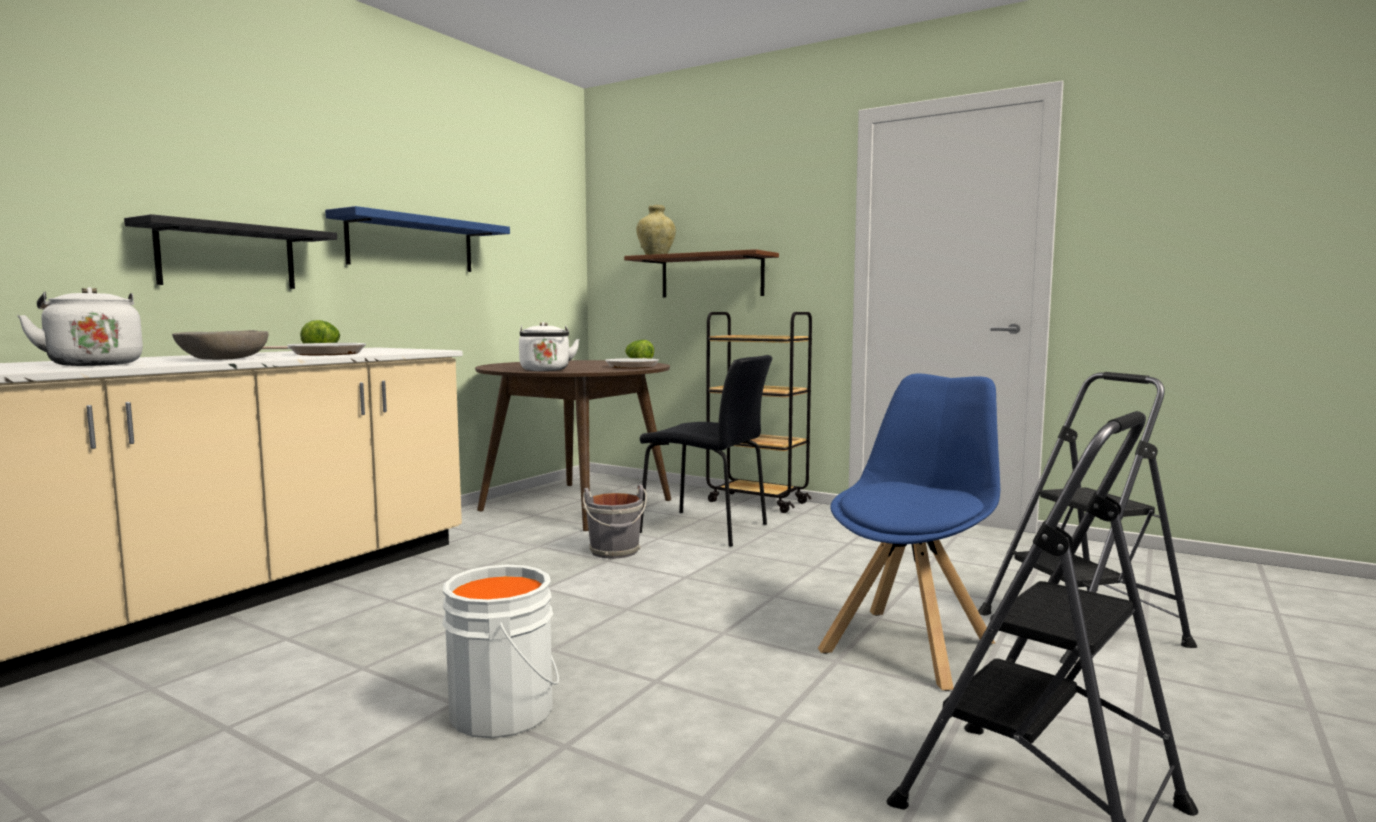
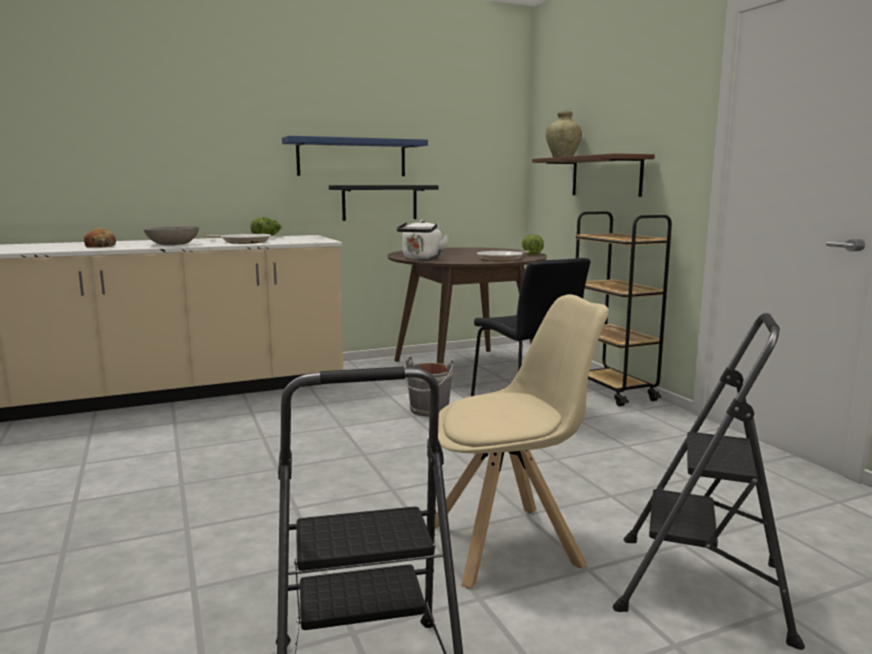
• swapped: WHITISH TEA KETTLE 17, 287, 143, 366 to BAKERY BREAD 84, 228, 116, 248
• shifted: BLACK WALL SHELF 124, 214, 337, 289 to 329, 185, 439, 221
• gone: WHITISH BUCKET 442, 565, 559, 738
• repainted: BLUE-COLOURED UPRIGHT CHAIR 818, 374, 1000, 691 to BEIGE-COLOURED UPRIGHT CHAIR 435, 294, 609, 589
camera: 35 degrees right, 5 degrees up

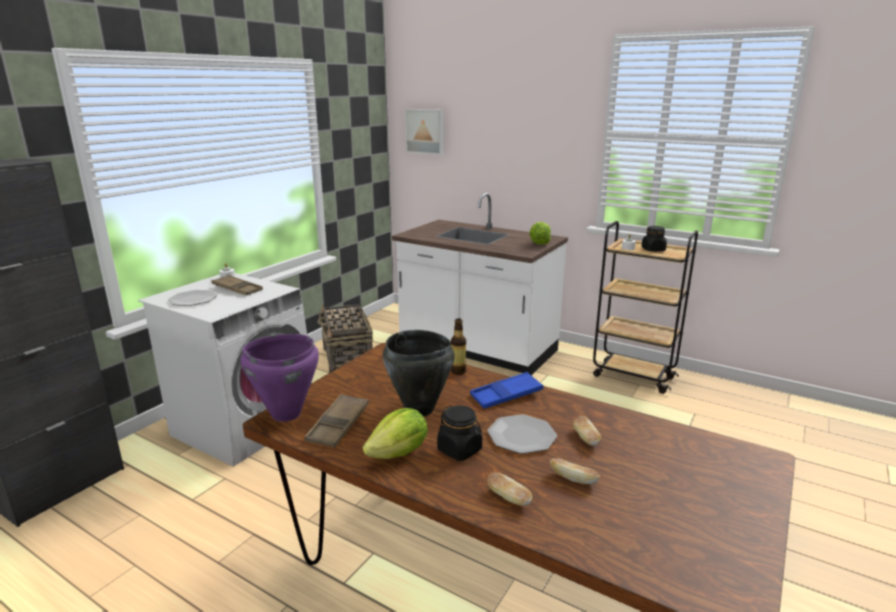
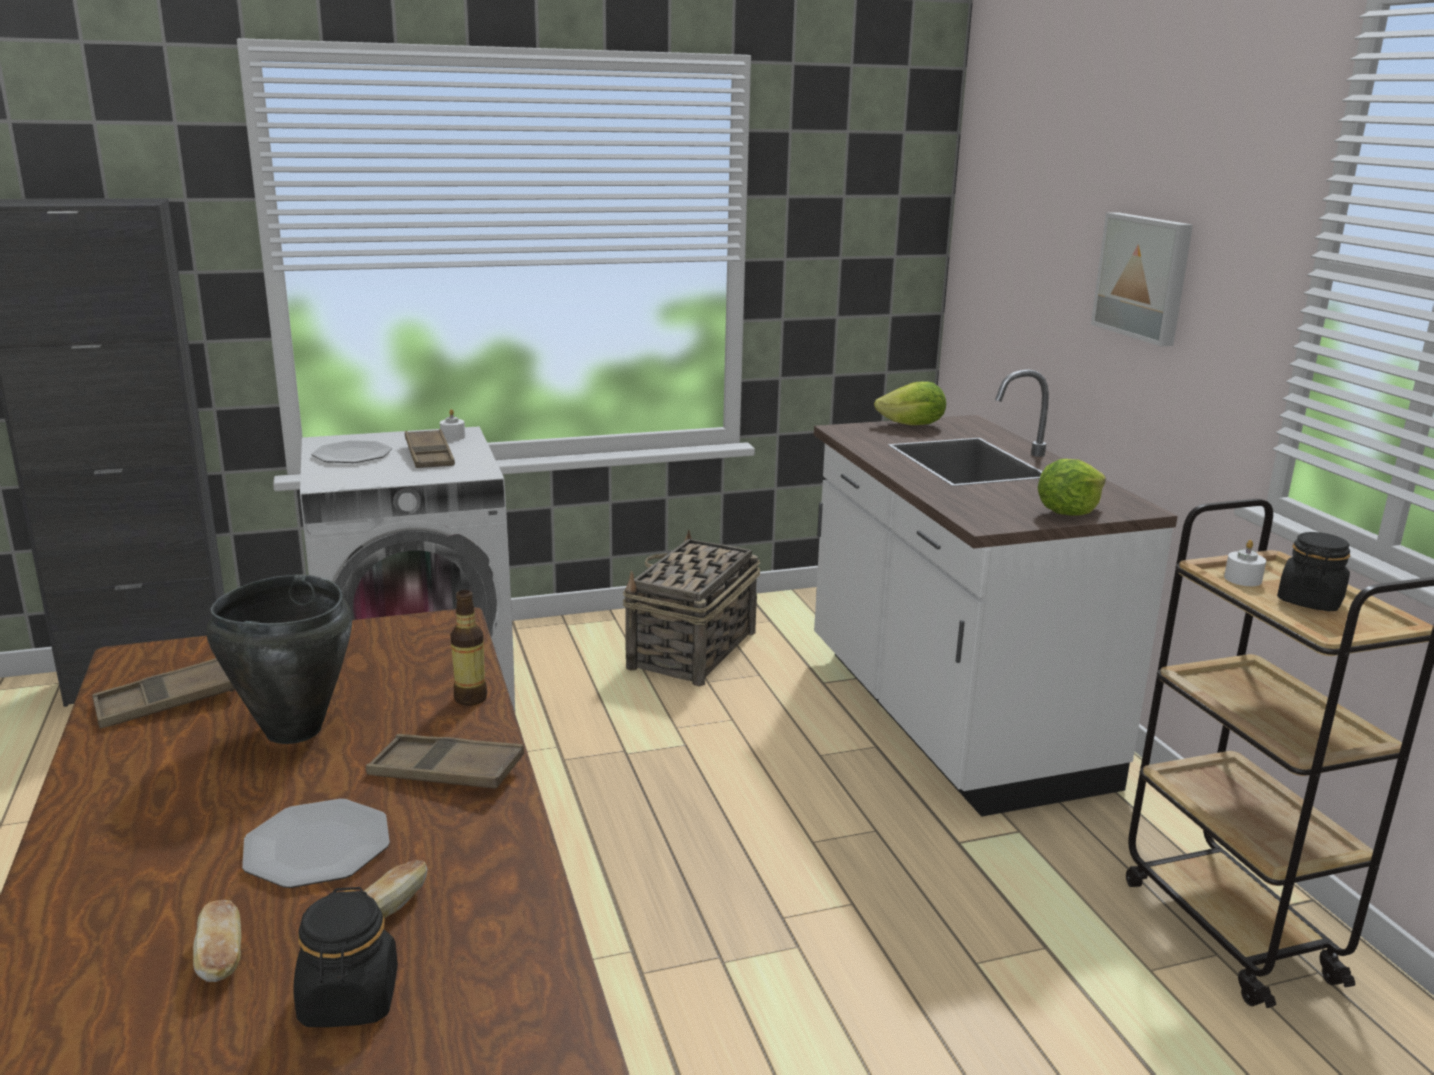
• gone: PURPLISH SAUCEPOT 241, 334, 319, 422
• shifted: LETTUCE 363, 408, 428, 459 to 874, 381, 946, 425
• shifted: WALL ART 405, 109, 444, 155 to 1091, 212, 1193, 346
• shifted: BLACK JAR 437, 405, 482, 461 to 293, 887, 398, 1027
• repainted: BLUE-COLOURED TRAY 470, 372, 543, 409 to BROWNISH TRAY 366, 734, 525, 789
• gone: BAKERY BREAD 488, 473, 532, 506
camera: 40 degrees right, 0 degrees up

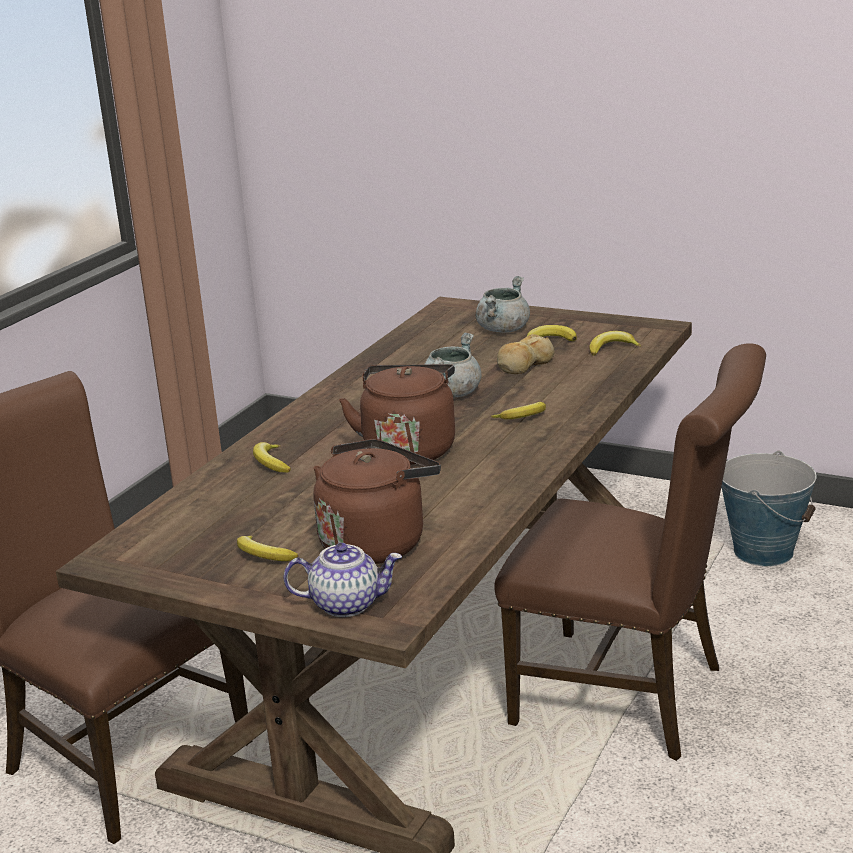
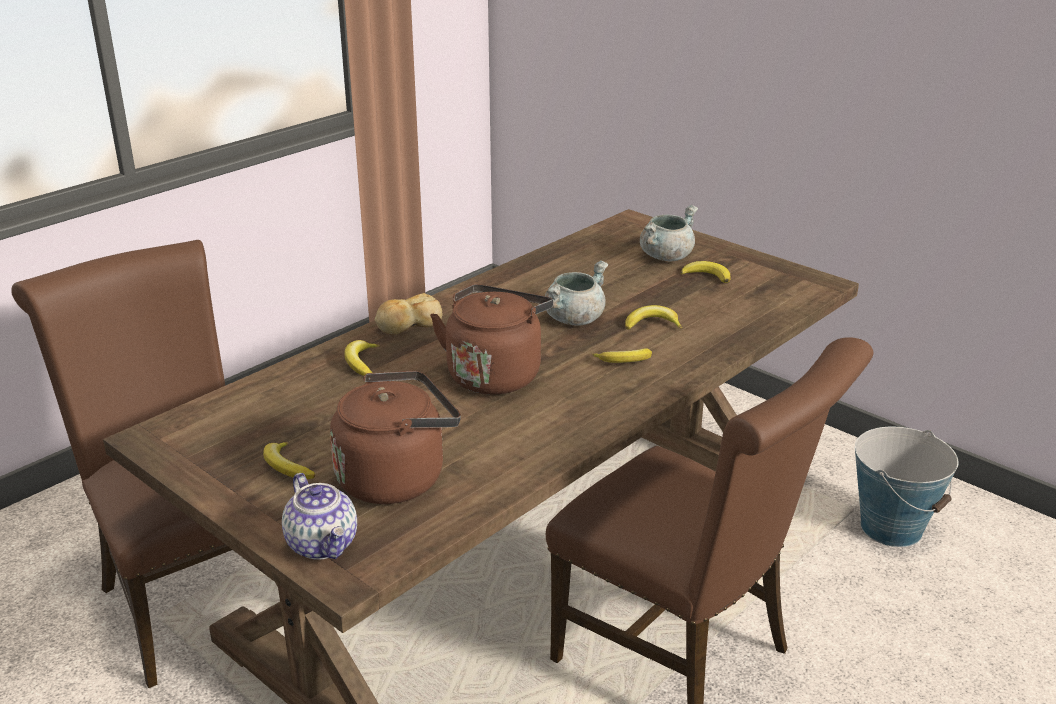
• rotated: POT FOR TEA 283, 543, 402, 617 = 282, 473, 357, 560 45 degrees clockwise
• shifted: BAKERY BREAD 497, 334, 554, 374 to 375, 293, 442, 335
• shifted: BANANA FRUIT 589, 331, 641, 355 to 625, 305, 682, 330
camera: 15 degrees right, 5 degrees up

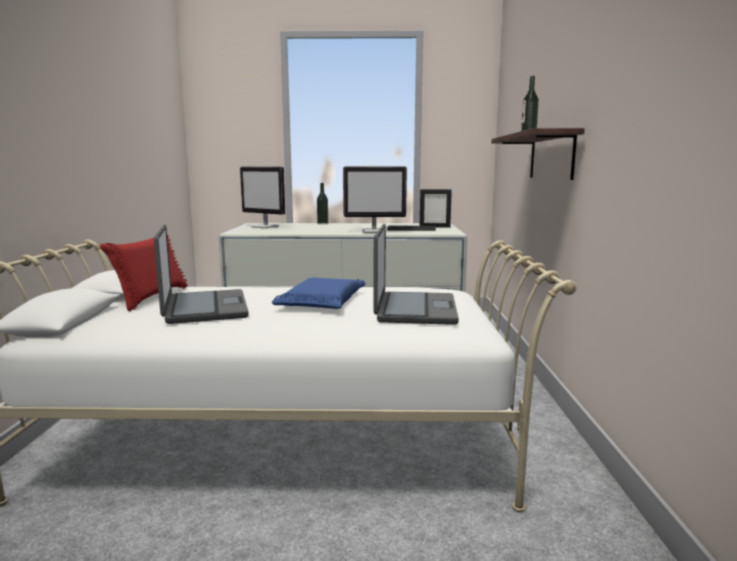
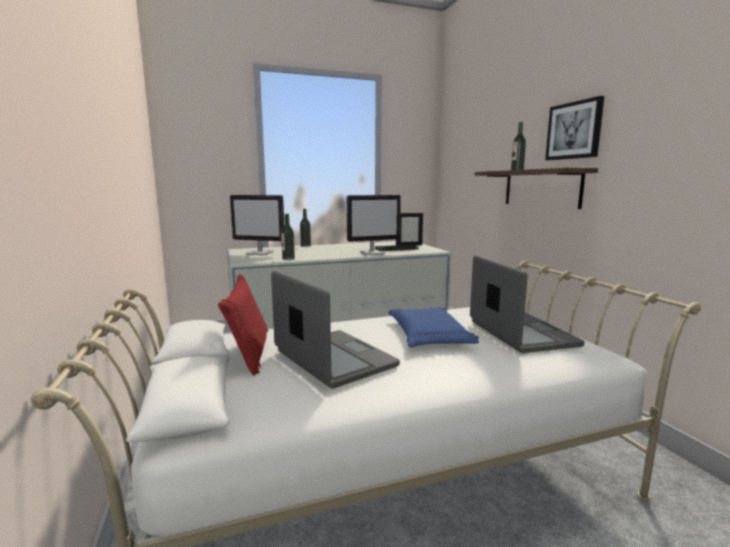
• new: DRINK BOTTLE 281, 214, 295, 260
• new: WALL ART 545, 96, 604, 160
camera: 20 degrees left, 0 degrees up

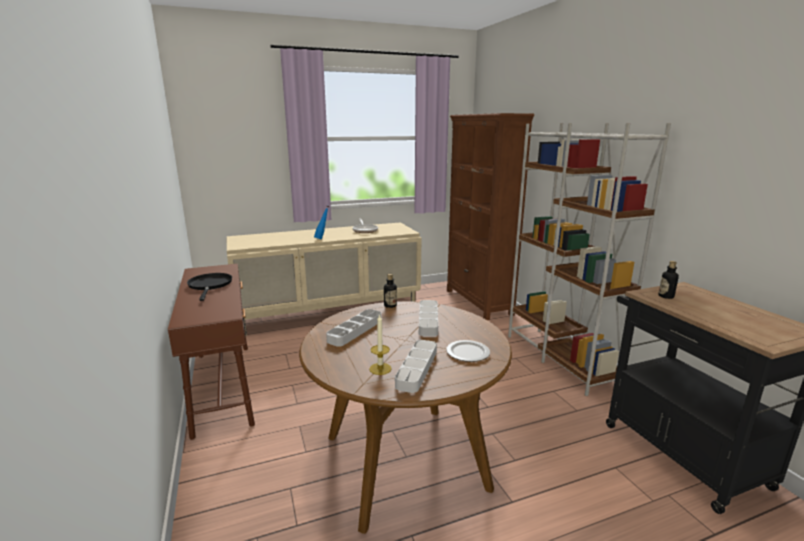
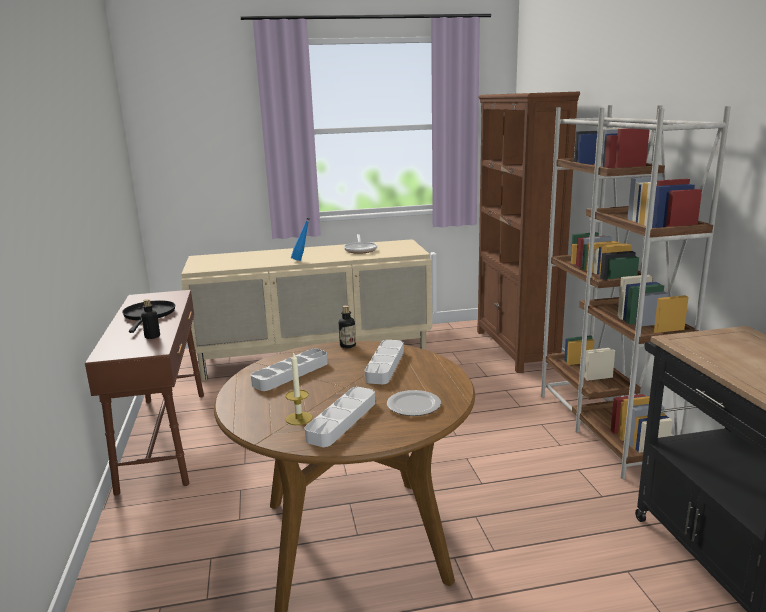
• shifted: DRINK BOTTLE 658, 261, 679, 299 to 141, 299, 160, 339
camera: 10 degrees right, 0 degrees up

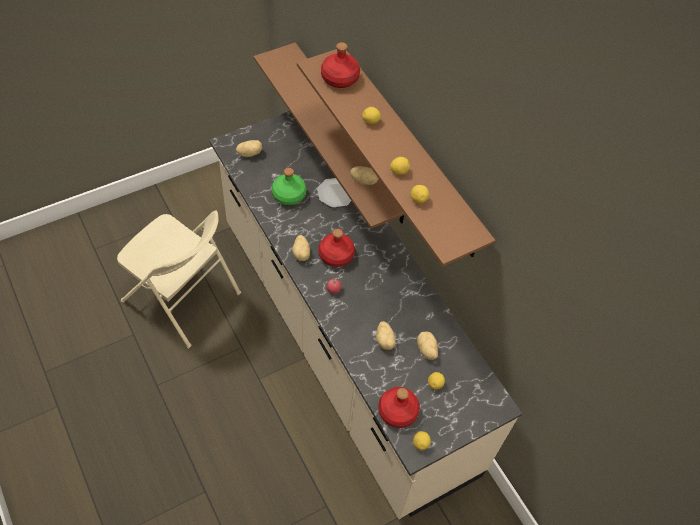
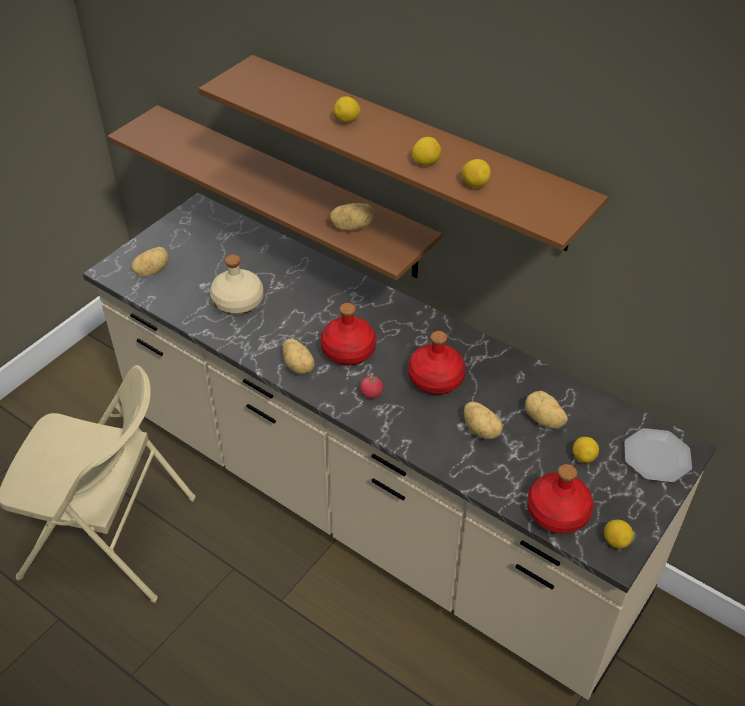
• repainted: GREEN-COLOURED DRINK BOTTLE 272, 168, 307, 205 to BEIGE-COLOURED DRINK BOTTLE 210, 255, 264, 315
• shifted: PLATE 317, 178, 351, 208 to 624, 428, 692, 482
• shifted: REDDISH DRINK BOTTLE 321, 42, 360, 88 to 408, 331, 466, 395
camera: 20 degrees left, 10 degrees down

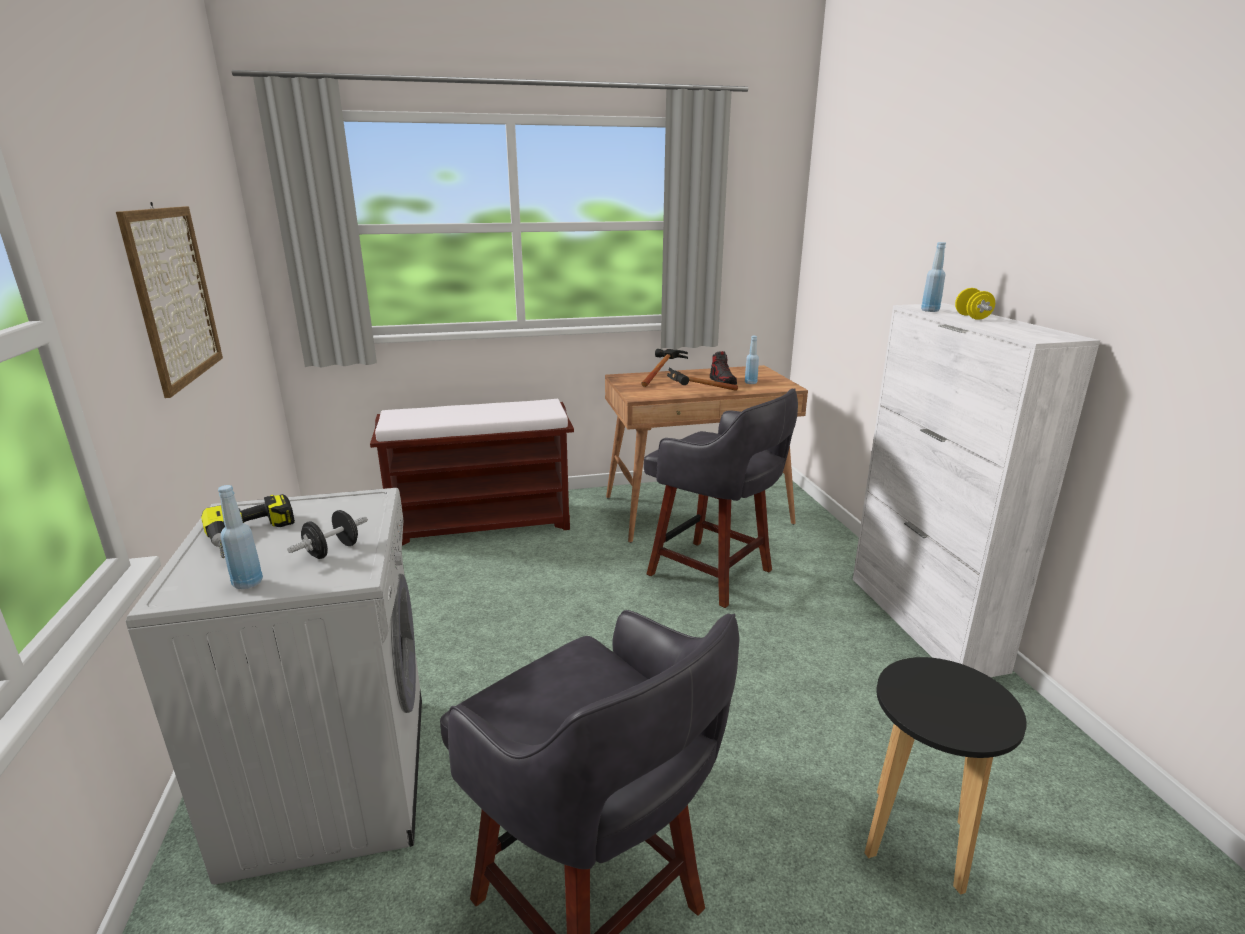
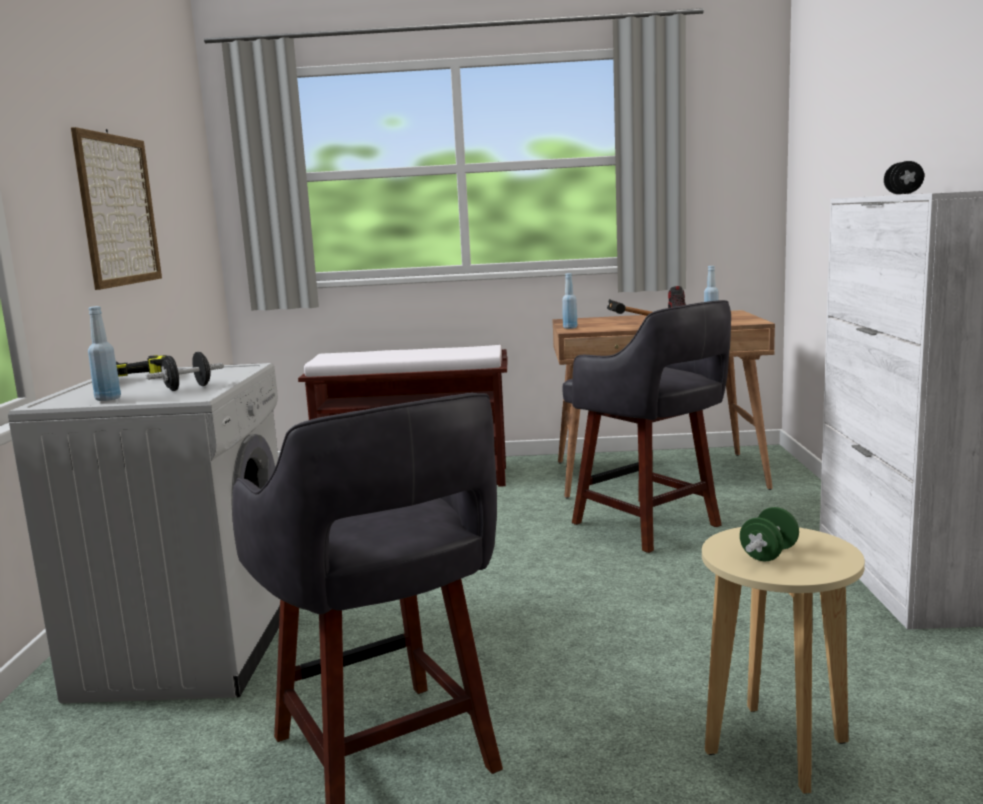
• gone: HAMMER 641, 349, 688, 387
• repainted: BLACK STOOL 864, 657, 1027, 895 to BEIGE-COLOURED STOOL 702, 527, 865, 794
• shifted: BLUE-COLOURED DRINK BOTTLE 921, 242, 946, 312 to 562, 273, 577, 329
• repainted: YELLOW DUMBBELL 955, 288, 995, 320 to BLACK DUMBBELL 884, 161, 924, 194
• new: GREEN-COLOURED DUMBBELL 740, 507, 799, 561
camera: 15 degrees right, 10 degrees down

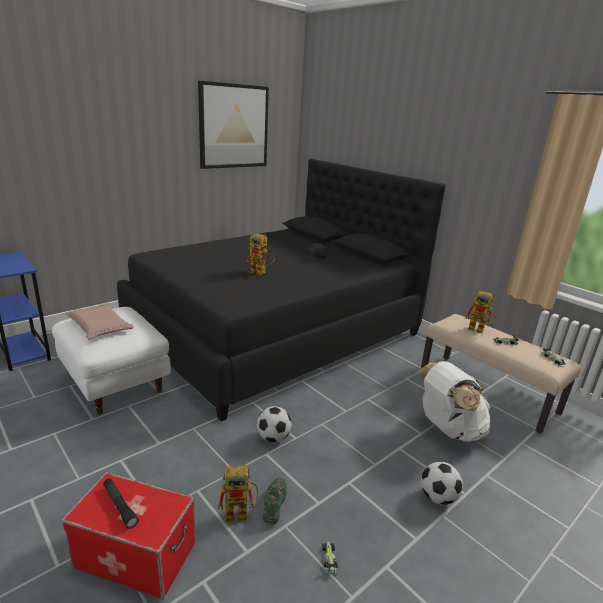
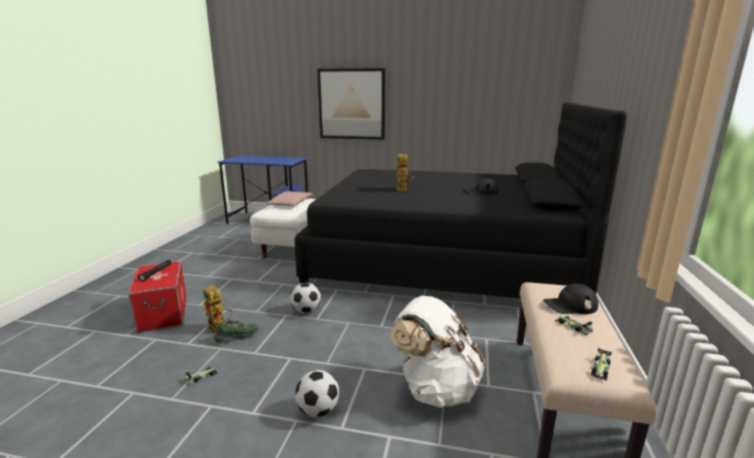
• shifted: WALL ART 198, 81, 269, 169 to 317, 68, 385, 140
• swapped: ROBOT FIGURE 465, 291, 496, 333 to BLACK PEAKED CAP 543, 284, 598, 314
camera: 55 degrees right, 5 degrees down

